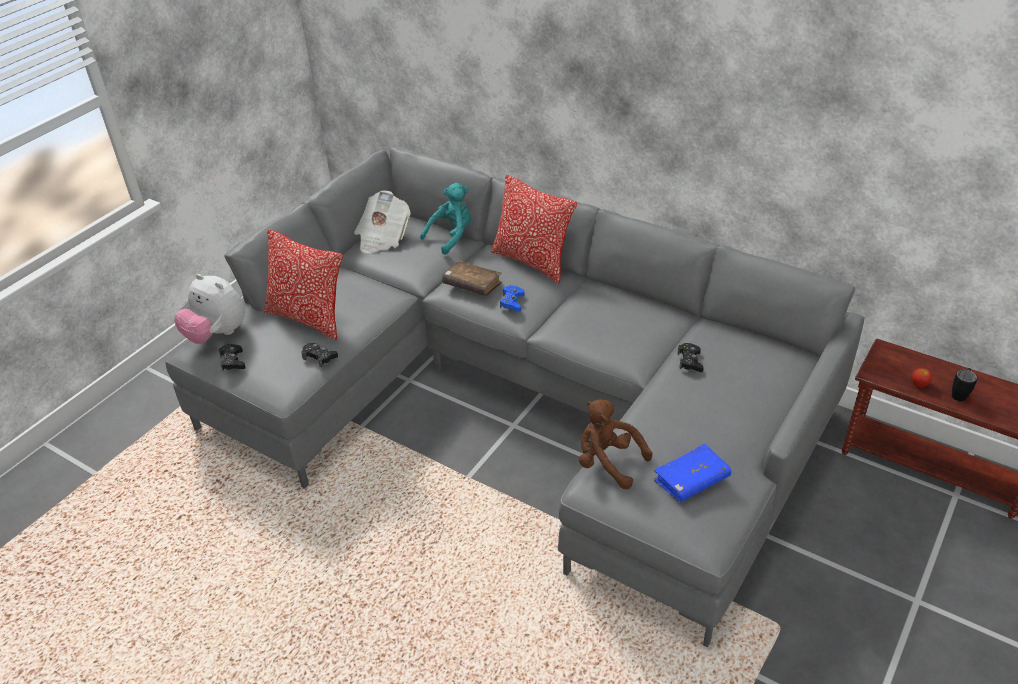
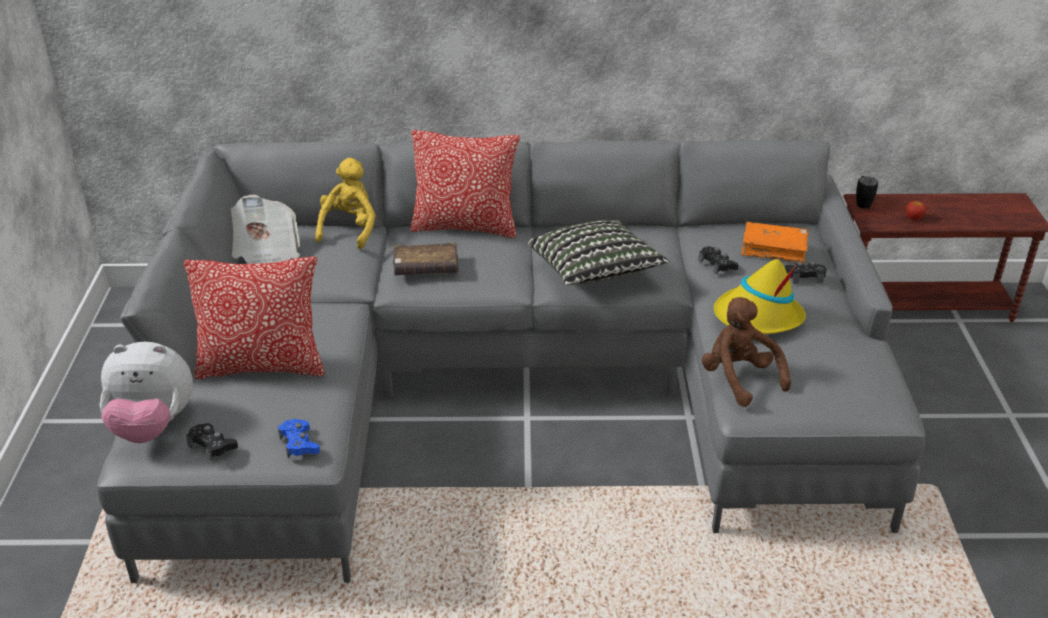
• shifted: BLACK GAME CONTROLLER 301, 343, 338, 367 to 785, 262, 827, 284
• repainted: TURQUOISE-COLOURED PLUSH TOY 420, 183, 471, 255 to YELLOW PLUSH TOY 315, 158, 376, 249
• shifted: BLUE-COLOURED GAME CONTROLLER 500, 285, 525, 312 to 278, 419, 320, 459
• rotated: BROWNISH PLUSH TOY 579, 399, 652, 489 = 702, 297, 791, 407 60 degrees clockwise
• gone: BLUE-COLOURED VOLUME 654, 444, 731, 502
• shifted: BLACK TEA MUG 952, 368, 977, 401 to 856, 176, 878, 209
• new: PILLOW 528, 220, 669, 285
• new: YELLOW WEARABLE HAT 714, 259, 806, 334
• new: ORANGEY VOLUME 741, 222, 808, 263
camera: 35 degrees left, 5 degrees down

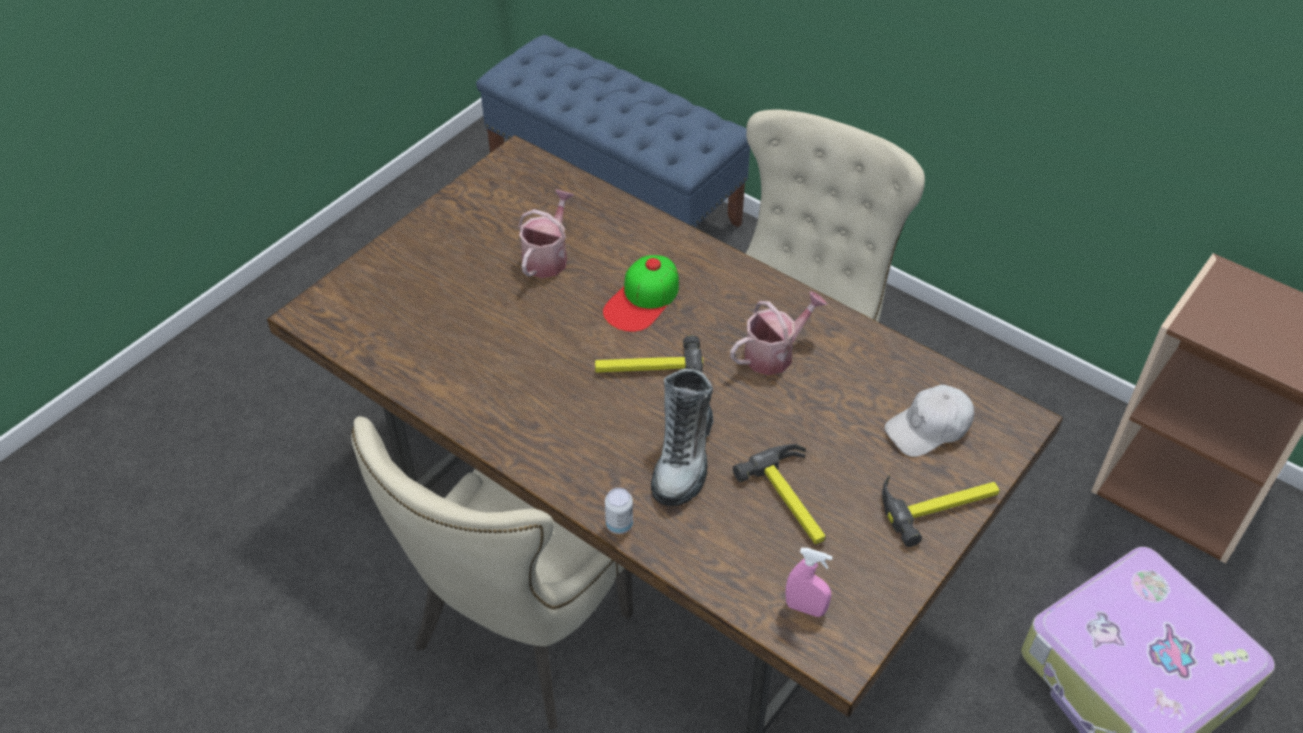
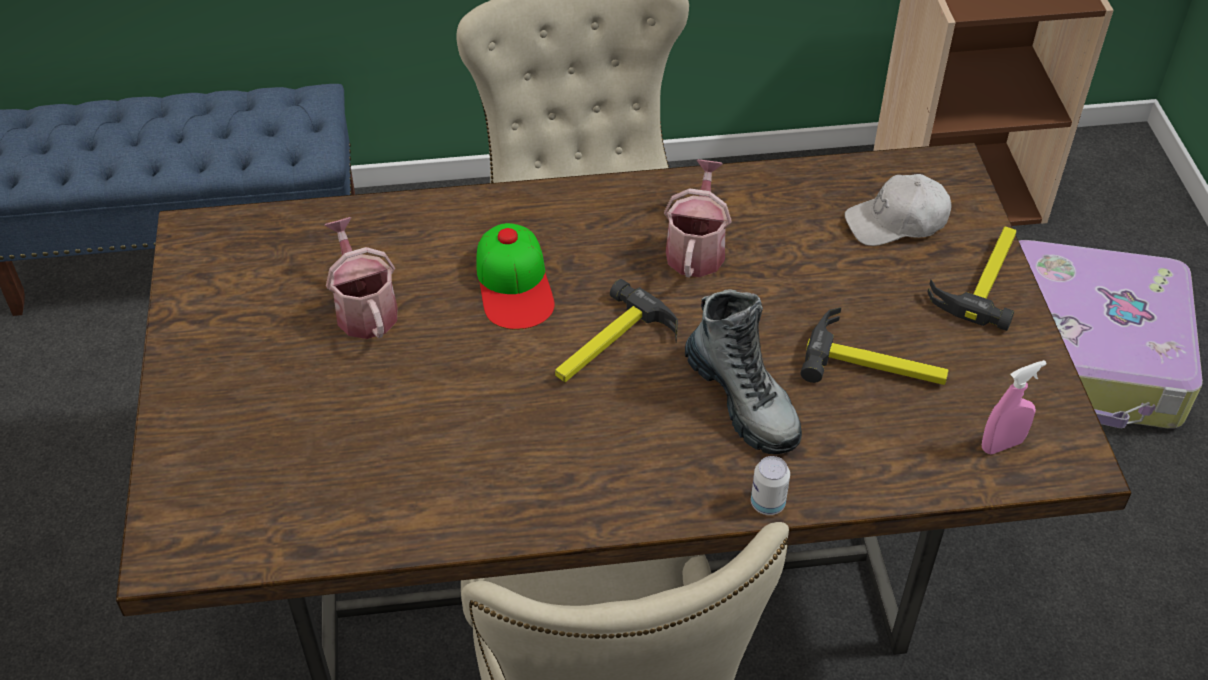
• rotated: WHITISH PEAKED CAP 885, 385, 974, 457 = 845, 174, 952, 246 60 degrees clockwise
camera: 45 degrees left, 0 degrees up

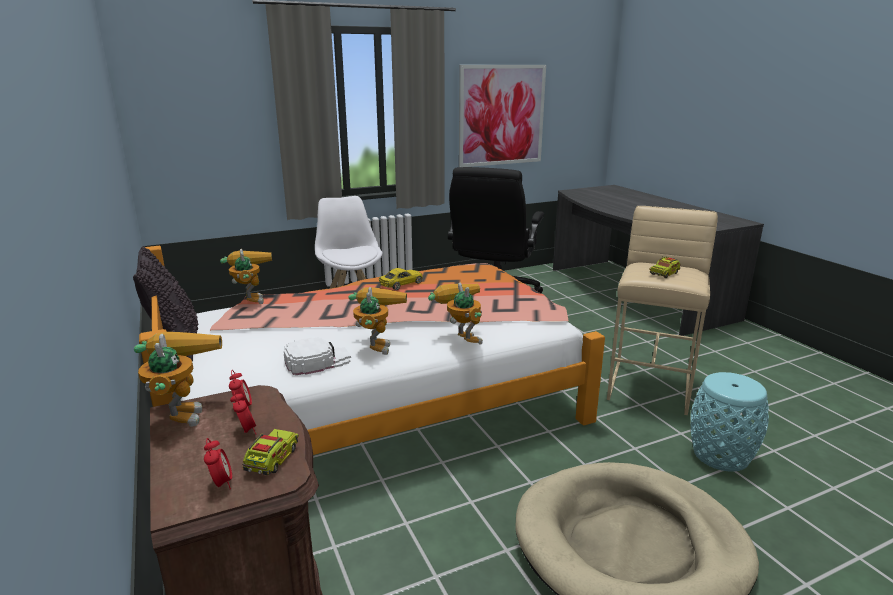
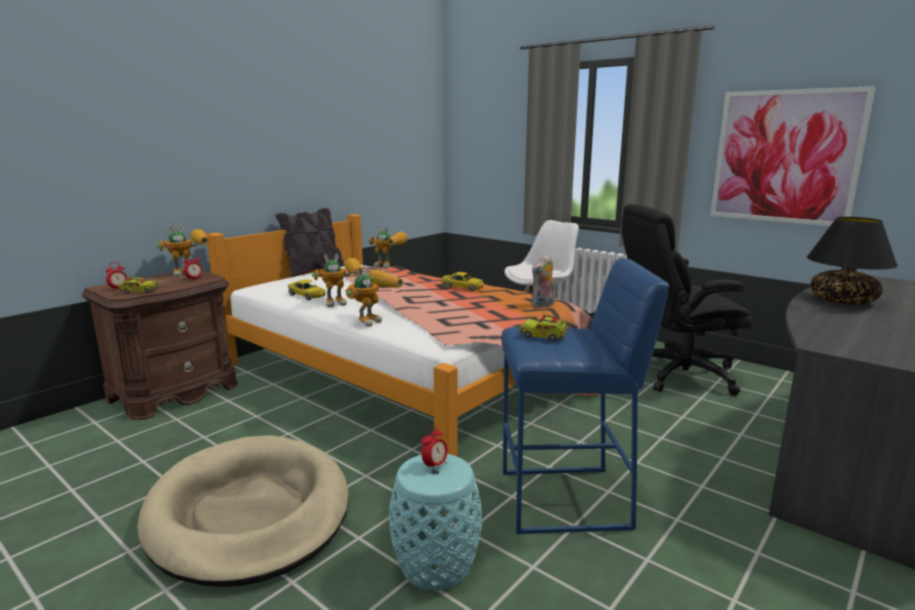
• rotated: ROBOT FIGURE 220, 249, 272, 304 = 368, 226, 408, 268 60 degrees clockwise
• shifted: ALARM CLOCK 230, 391, 256, 435 to 421, 426, 447, 472
• swapped: WHITISH PEAKED CAP 284, 337, 351, 375 to YELLOW MINIATURE CAR 288, 279, 326, 300
• repainted: BEIGE-COLOURED STOOL 607, 206, 718, 415 to BLUE-COLOURED STOOL 501, 258, 669, 534
• new: PLUSH TOY 532, 255, 555, 308
• new: BLACK LAMP FOR A TABLE 807, 217, 898, 304
camera: 65 degrees right, 5 degrees down

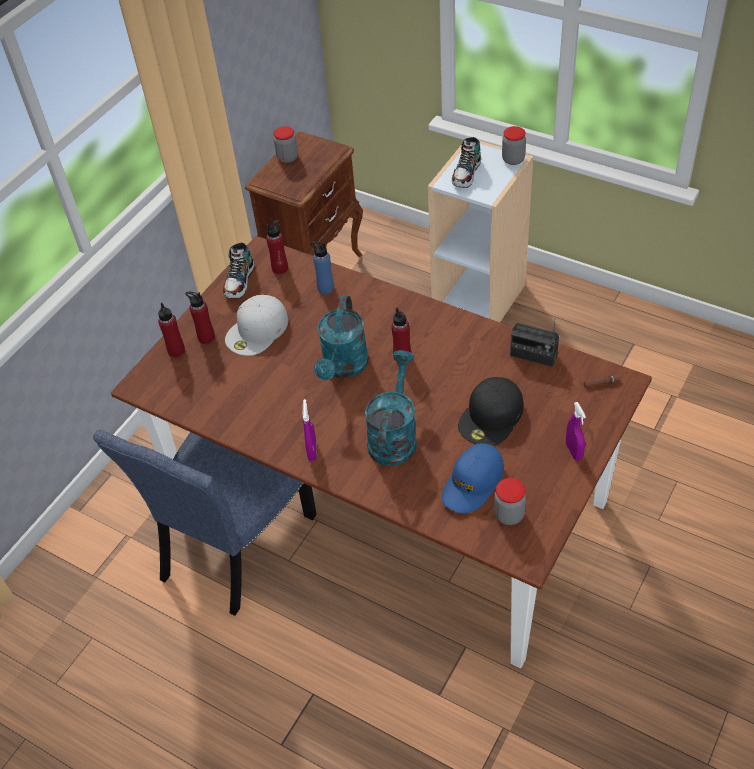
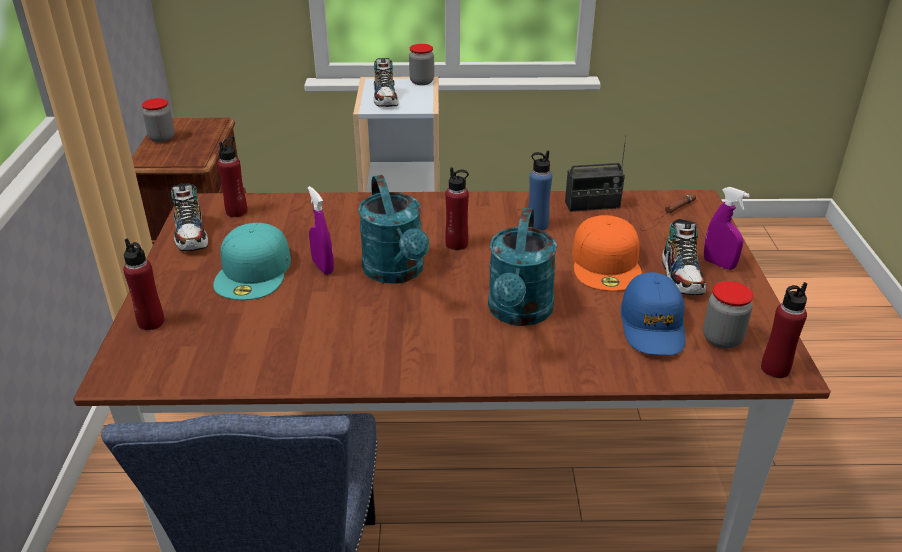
• shifted: REDDISH DRINK BOTTLE 185, 291, 215, 344 to 761, 282, 807, 378
• repainted: WHITISH PEAKED CAP 225, 295, 288, 356 to TURQUOISE-COLOURED PEAKED CAP 213, 223, 291, 300
• shifted: PURPLISH SPRAYER 303, 399, 317, 461 to 308, 186, 334, 275
• shifted: BLUE-COLOURED DRINK BOTTLE 311, 241, 334, 294 to 528, 151, 552, 231
• rotated: TURQUOISE-COLOURED WATERING CAN 365, 350, 417, 466 = 488, 208, 557, 326 150 degrees counterclockwise
• repainted: BLACK PEAKED CAP 458, 377, 523, 446 to ORANGEY PEAKED CAP 572, 215, 642, 291
• new: SHOE 662, 219, 706, 295
camera: 35 degrees left, 15 degrees down

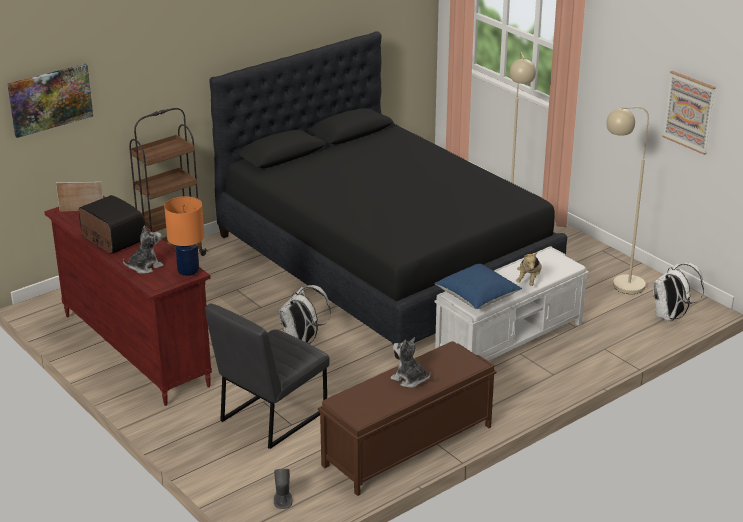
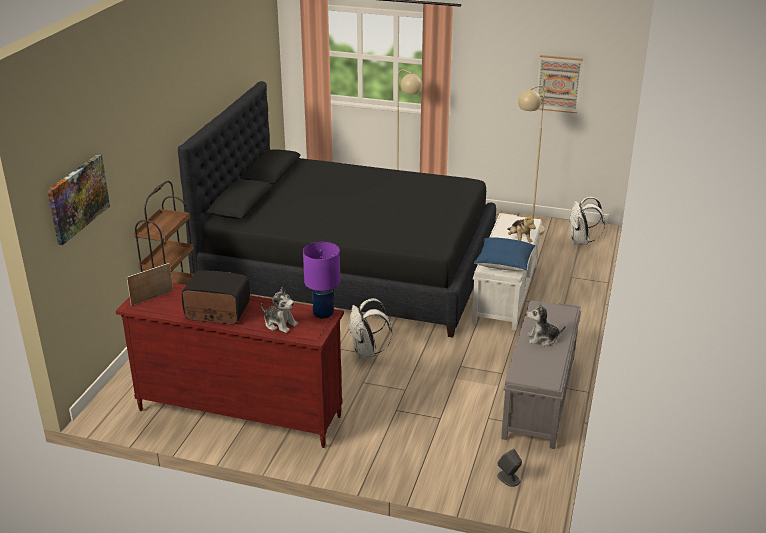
• rotated: PLUSH TOY 123, 226, 164, 274 = 261, 287, 298, 333 105 degrees clockwise
• repainted: ORANGEY LAMP FOR A TABLE 164, 196, 204, 276 to PURPLISH LAMP FOR A TABLE 303, 242, 340, 319
• gone: GREYISH UPRIGHT CHAIR 205, 303, 330, 449
• repainted: BROWNISH LONG SEAT 318, 341, 496, 496 to GREYISH LONG SEAT 501, 301, 581, 449
camera: 35 degrees left, 0 degrees up

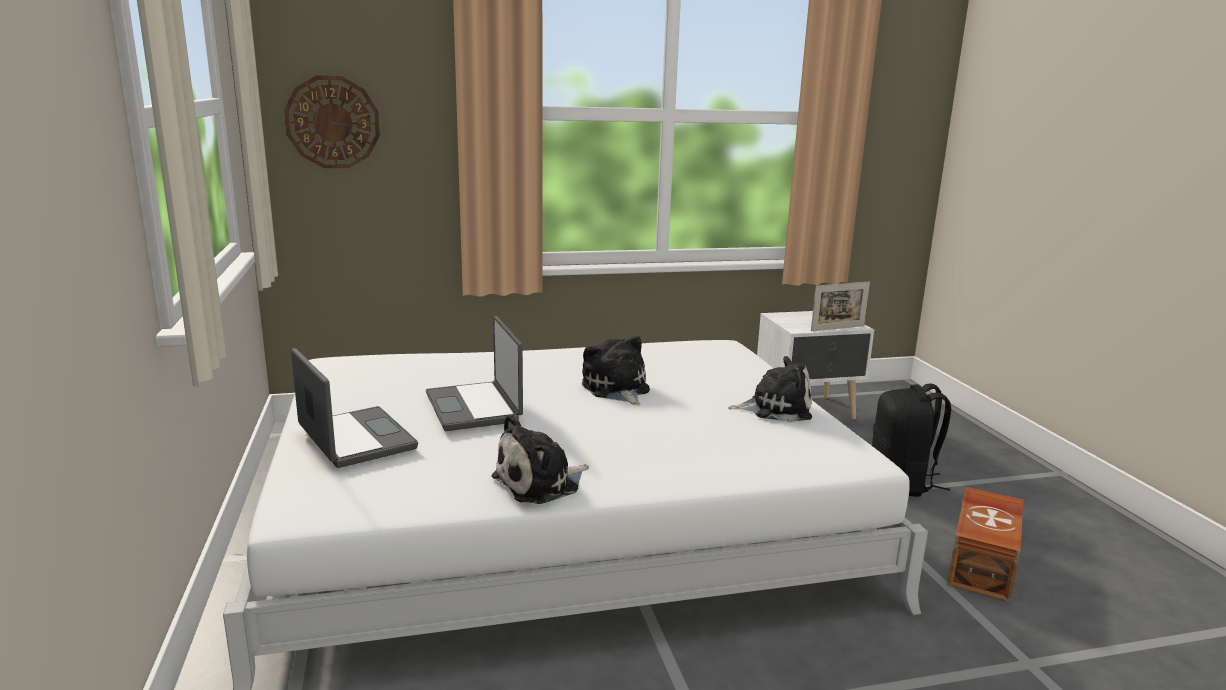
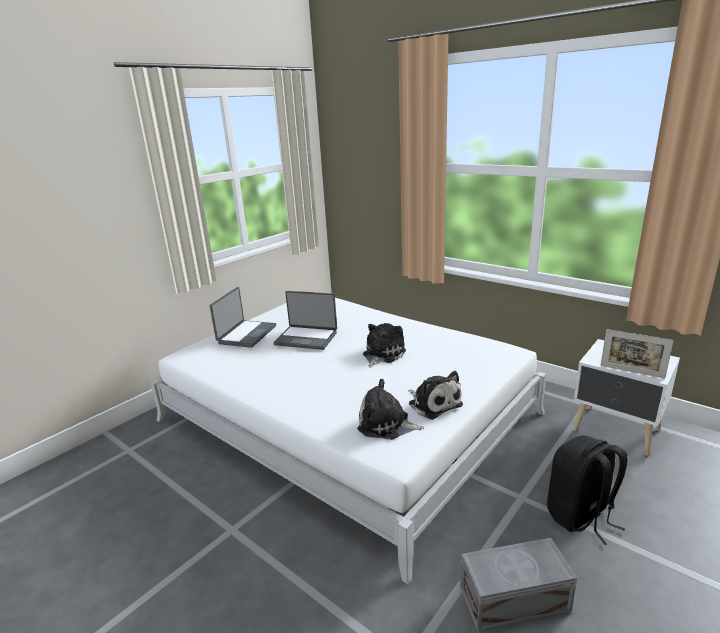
• gone: HANGING CLOCK 284, 75, 380, 168
• rotated: NOTEBOOK COMPUTER 426, 316, 523, 431 = 273, 291, 337, 350 105 degrees counterclockwise
• shifted: PLUSH TOY 492, 414, 589, 504 to 358, 379, 424, 440
• repainted: BROWNISH STORAGE BOX 947, 487, 1023, 603 to GREYISH STORAGE BOX 460, 538, 577, 632
camera: 55 degrees right, 5 degrees up

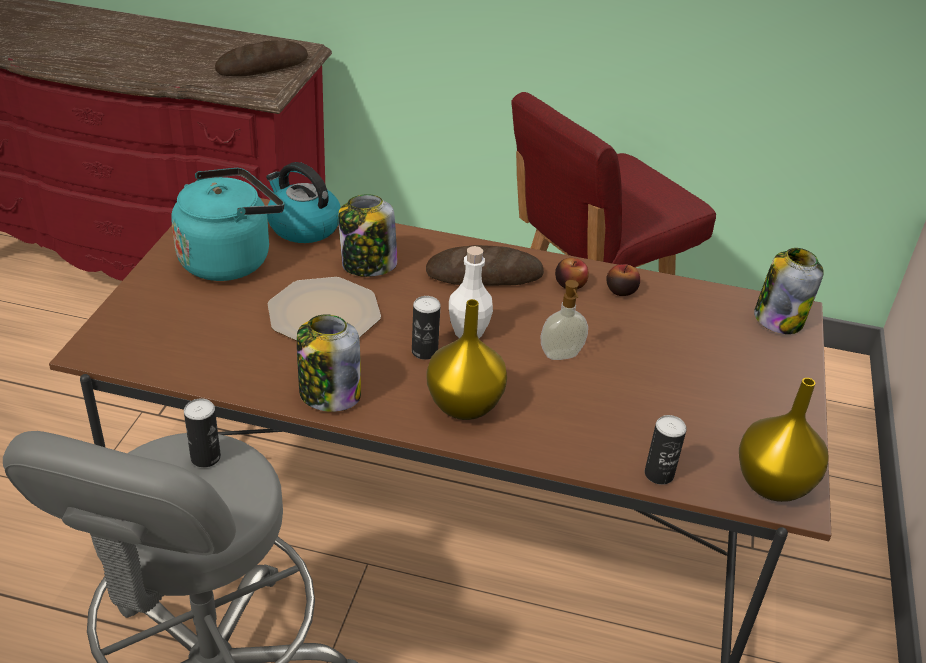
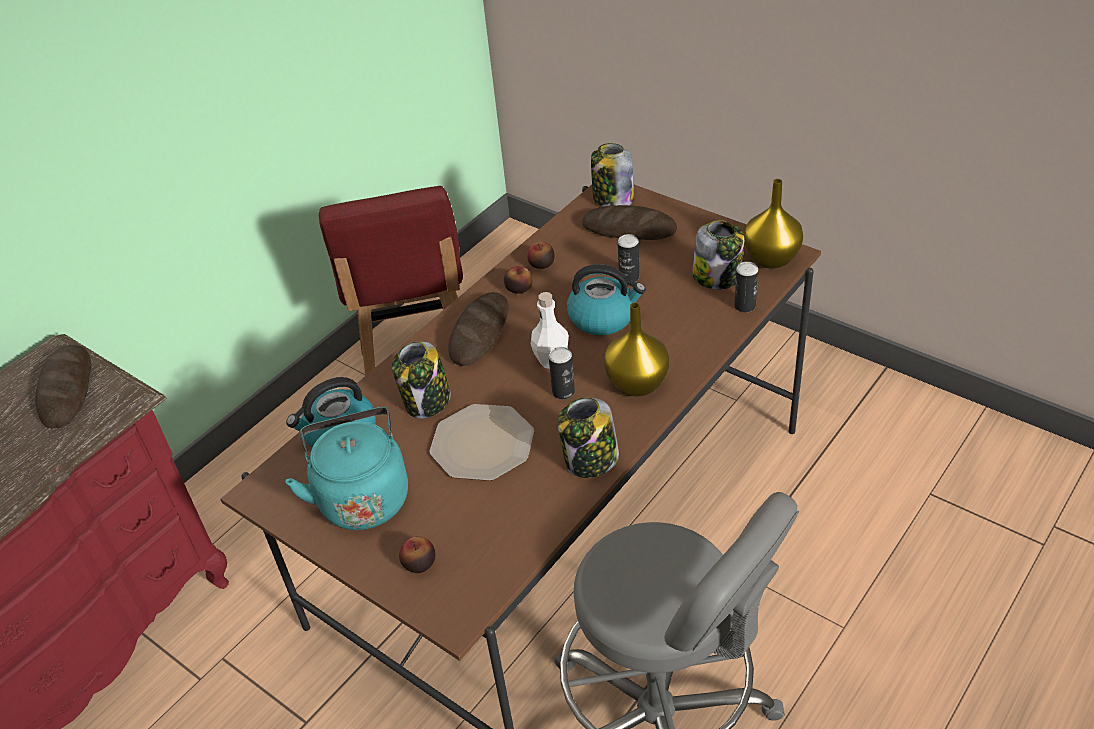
• shifted: SEALED CAN 184, 398, 221, 468 to 618, 234, 639, 282
• swapped: SOAP DISPENSER 541, 280, 588, 360 to TEA KETTLE 567, 264, 646, 335
• new: APPLE 399, 536, 435, 573
• new: BAKERY BREAD 582, 205, 677, 240
• new: JAR 692, 220, 745, 289
camera: 60 degrees left, 5 degrees up

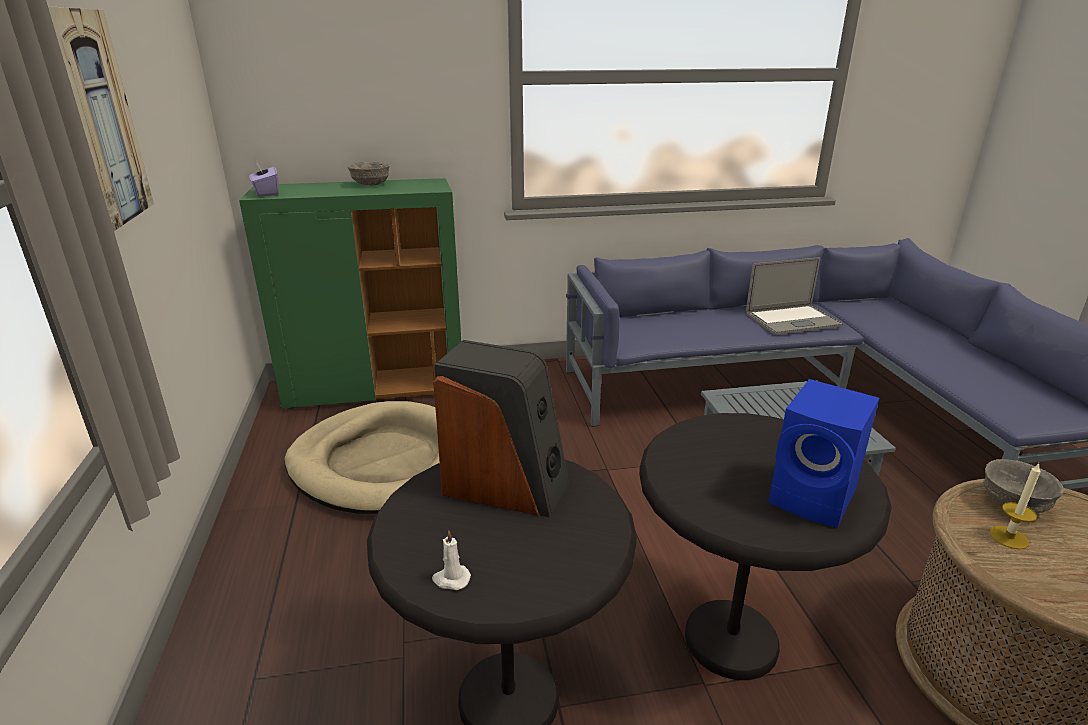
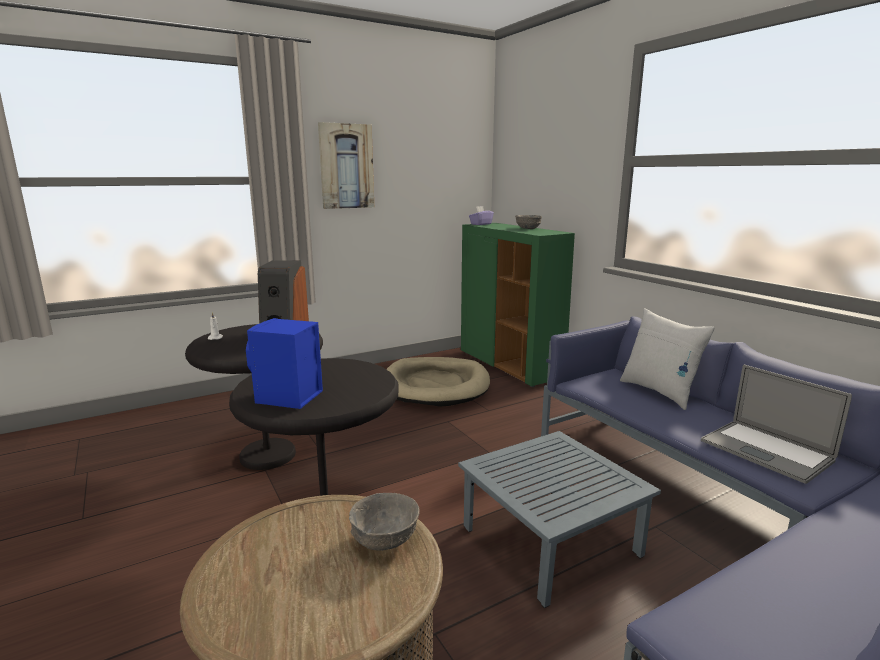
• gone: WAX LIGHT 990, 464, 1041, 549
• new: GREYISH PILLOW 620, 308, 715, 410
camera: 70 degrees right, 10 degrees down

